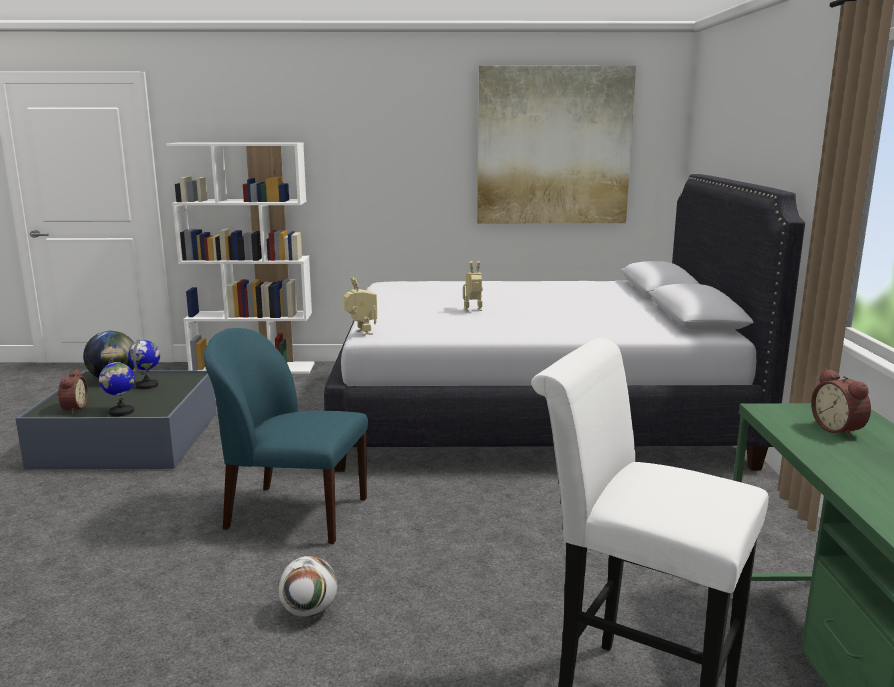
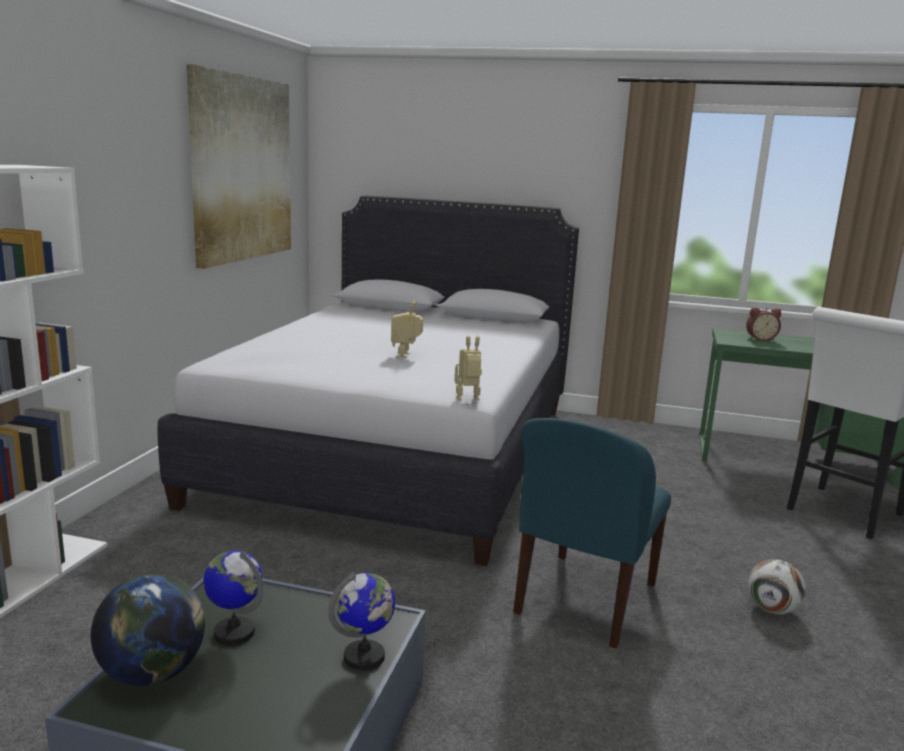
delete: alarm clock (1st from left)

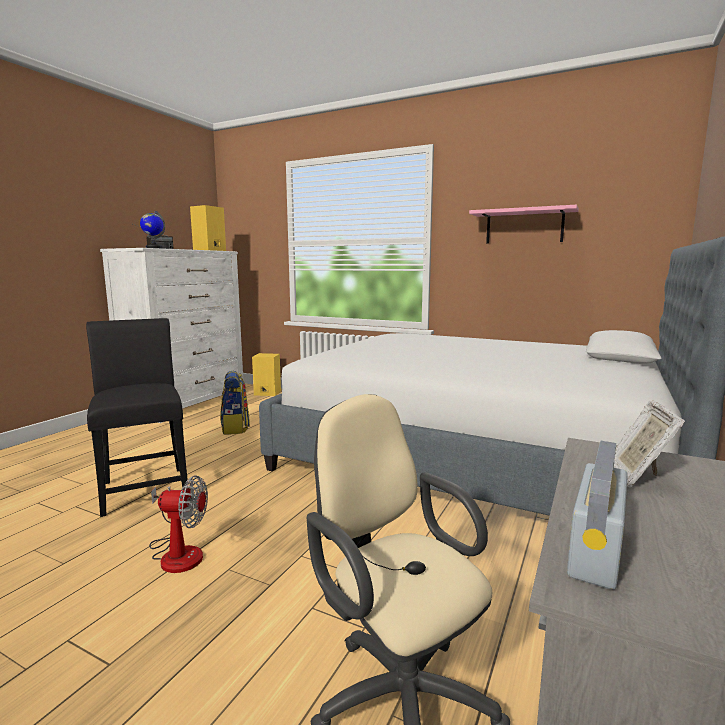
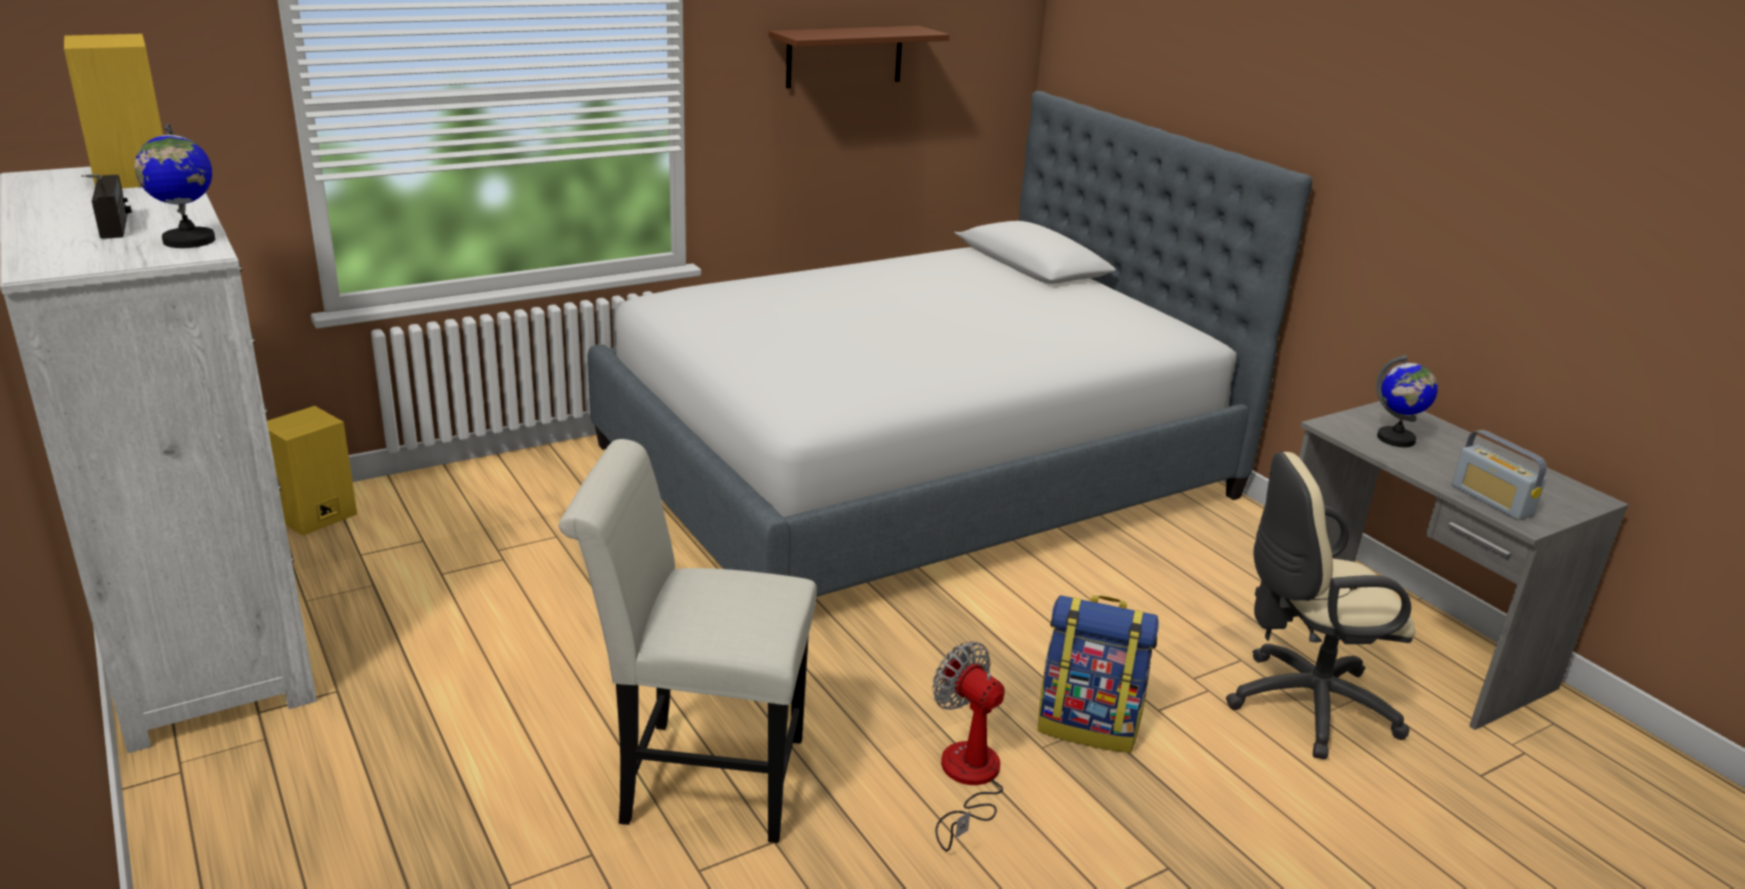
move: backpack
replace: picture frame to globe (2nd from left)
recolor: chair (black) to chair (white); shelf (pink) to shelf (brown)
rotate: fan 75 degrees counterclockwise

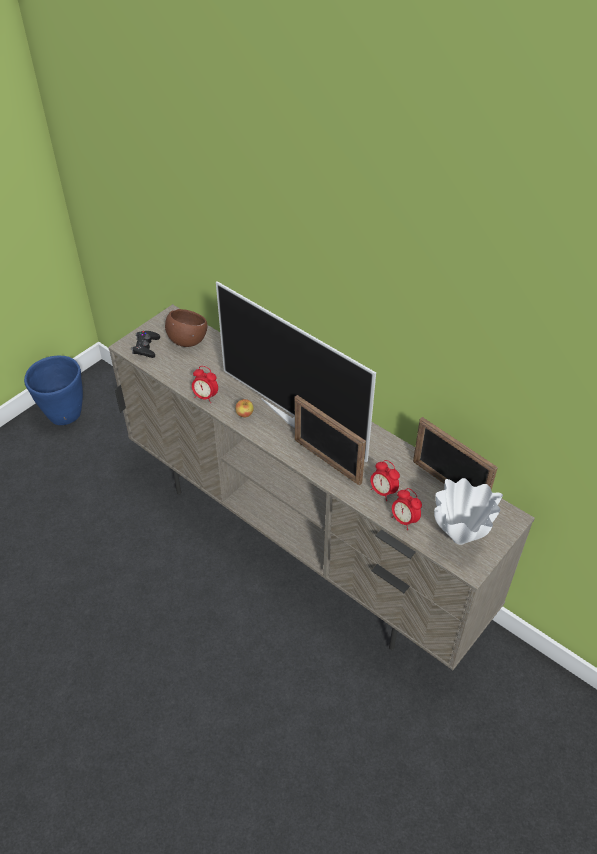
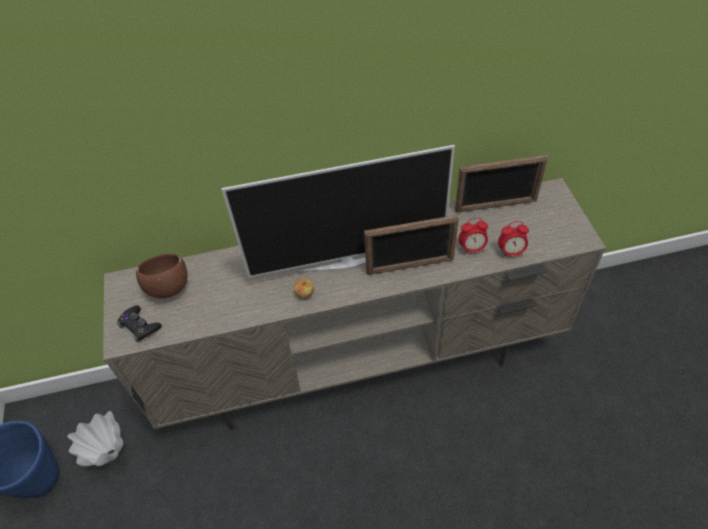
delete: alarm clock (1st from left)
move: vase (white)

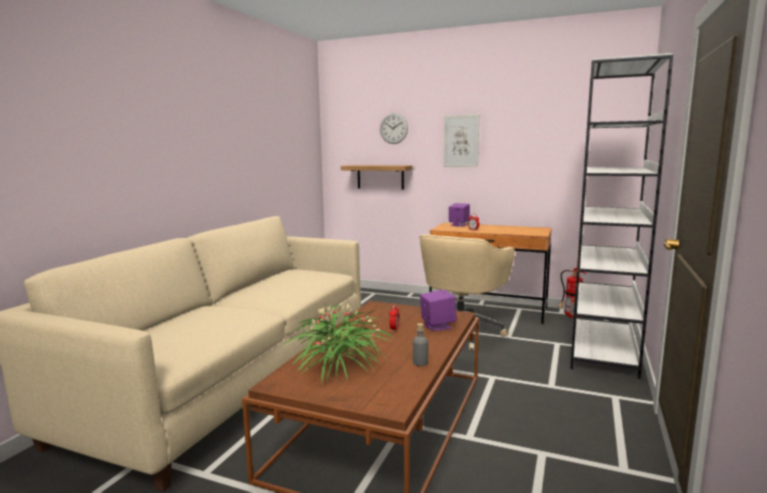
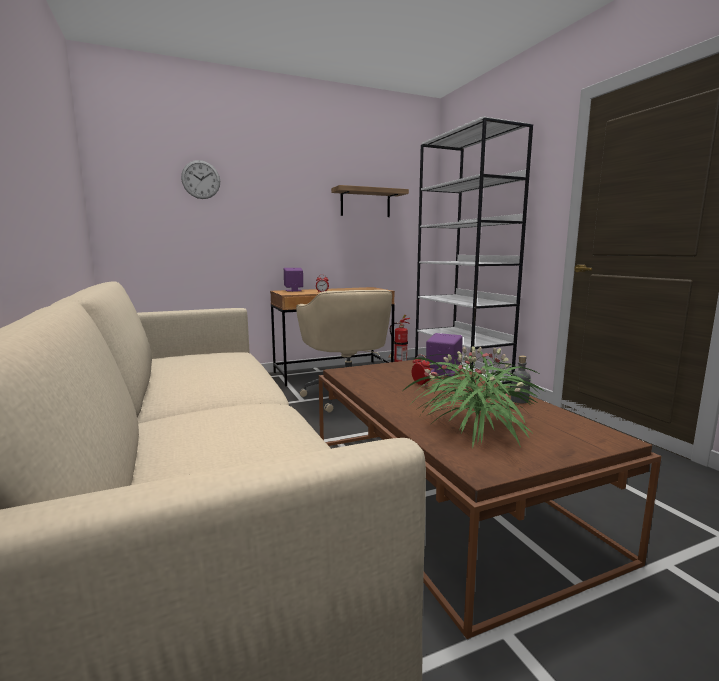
delete: picture
move: shelf

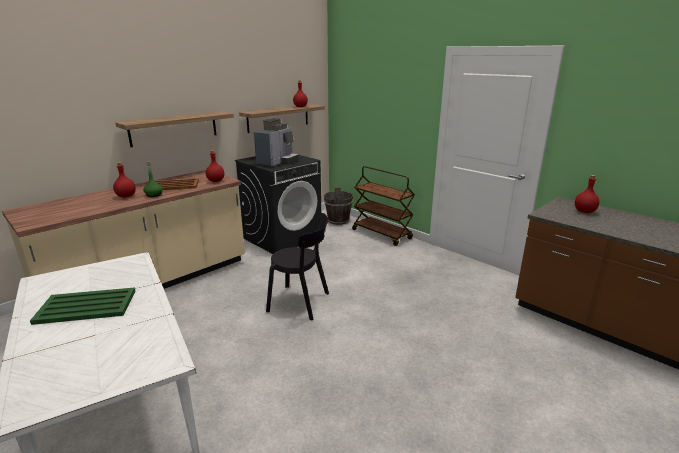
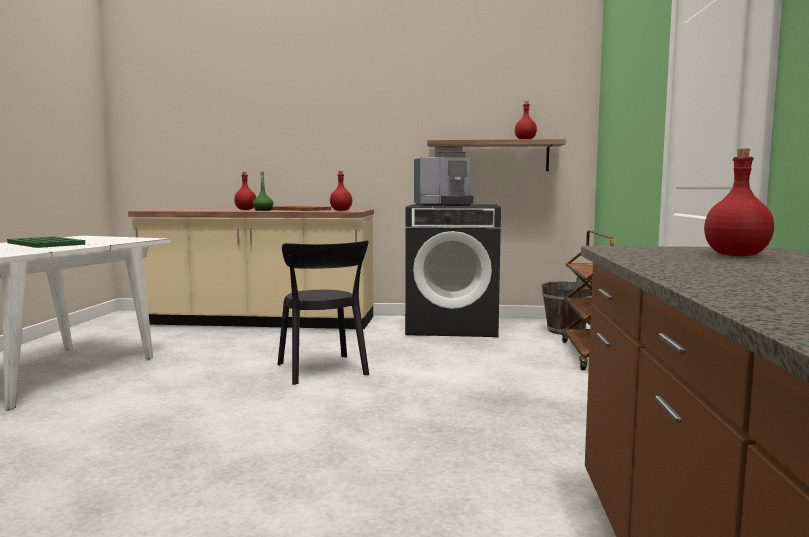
delete: shelf (1st from left)

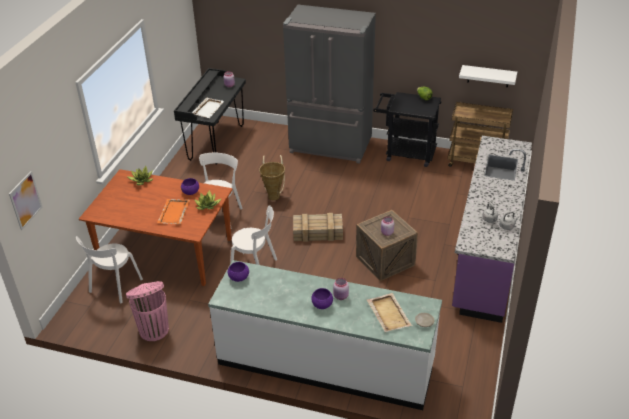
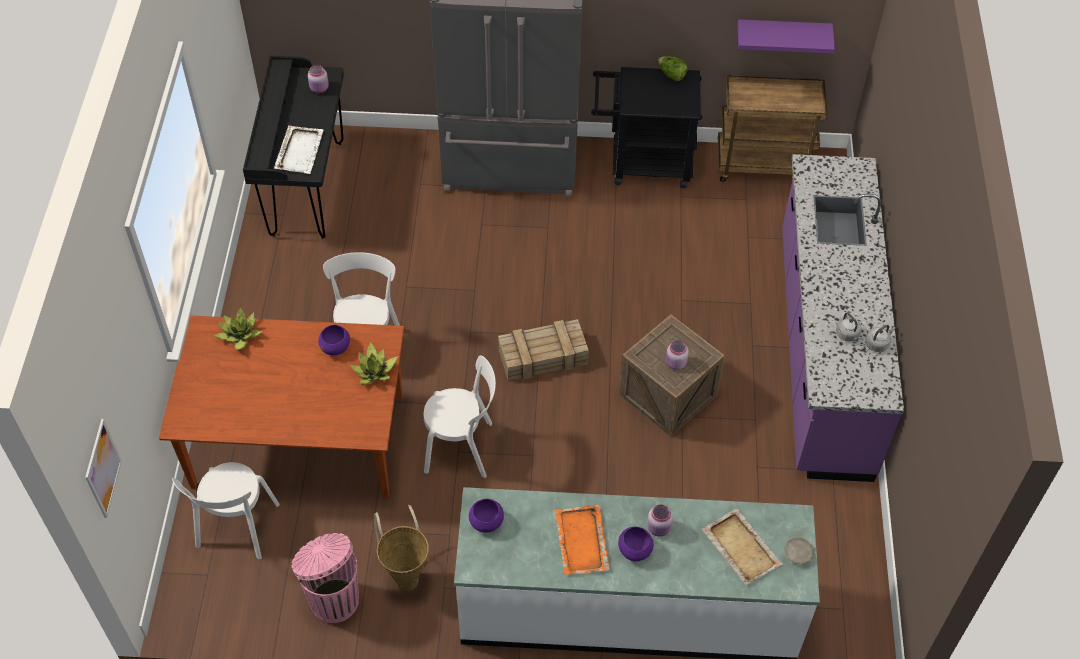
move: tray (orange); basket
recolor: shelf (white) to shelf (purple)

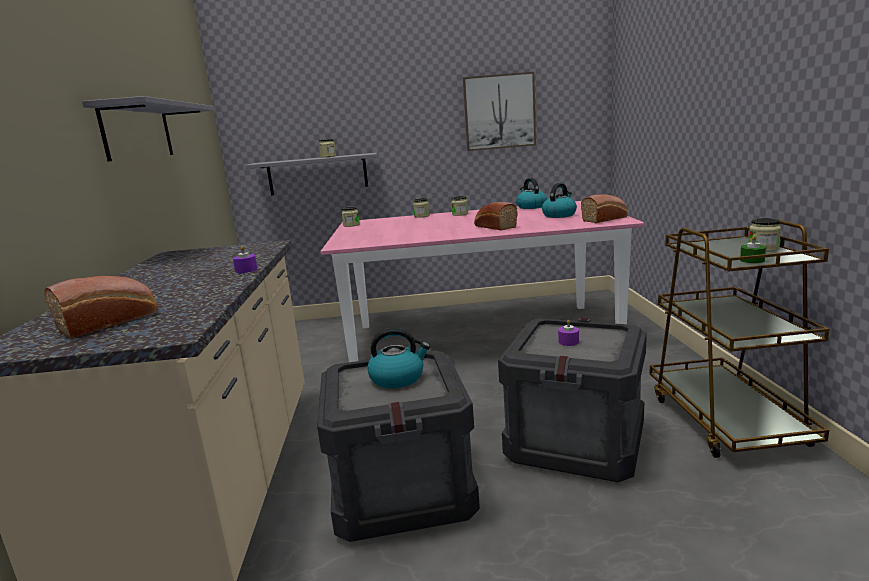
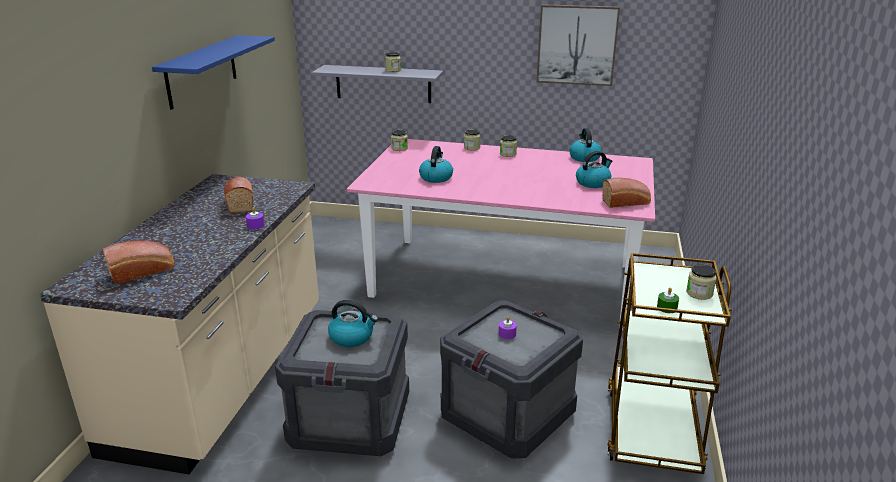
insert: kettle (2nd from left)
move: bread (2nd from left)
recolor: shelf (grey) (1st from left) to shelf (blue)

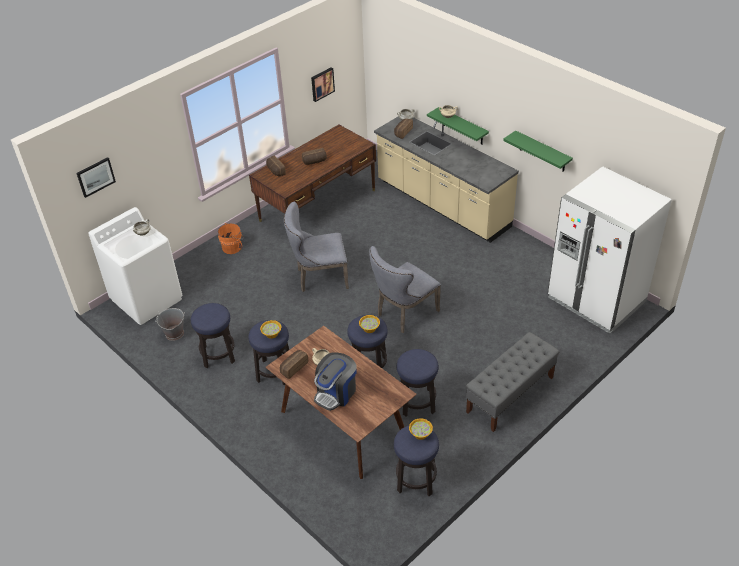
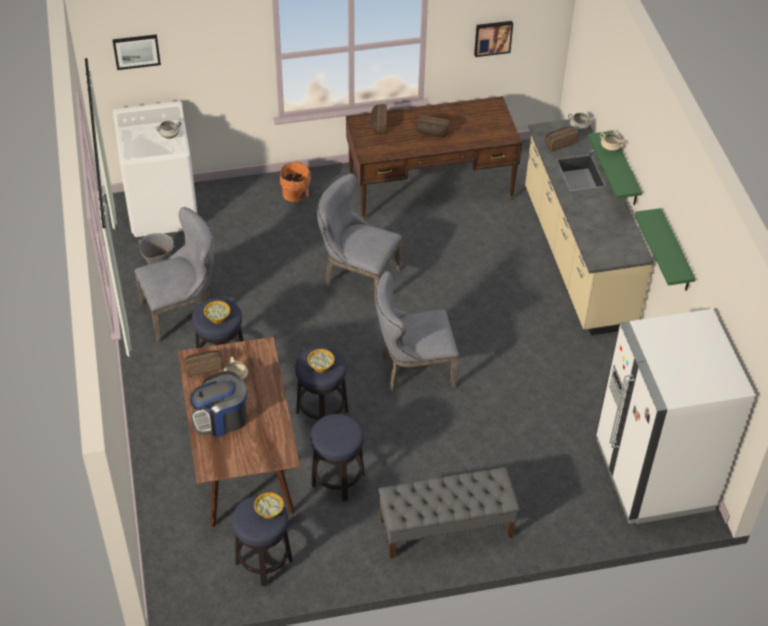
replace: stool (1st from left) to chair (grey) (1st from left)

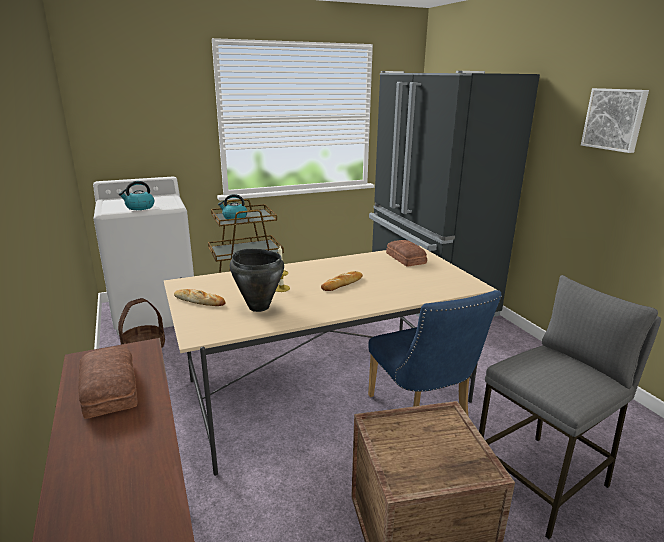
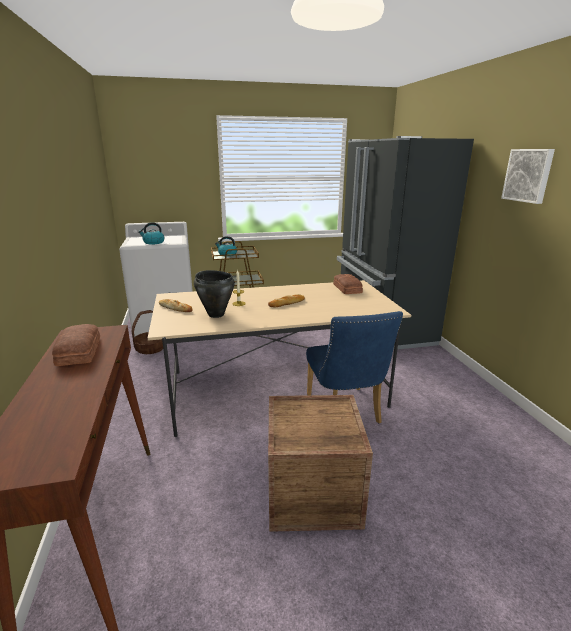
delete: stool (grey)

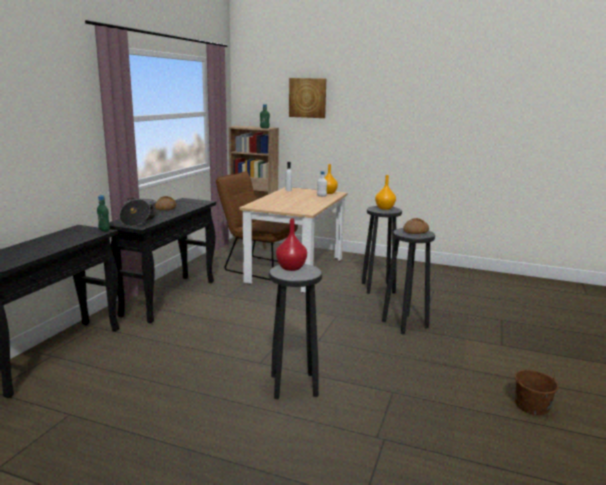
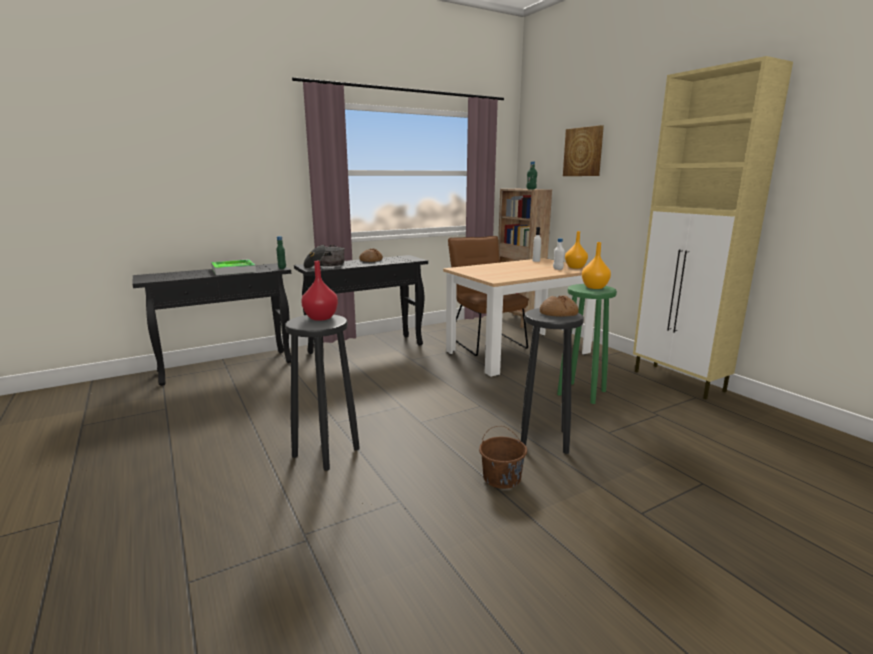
insert: tray; cabinet (beige)
move: bucket (brown)
recolor: stool (black) (2nd from left) to stool (green)

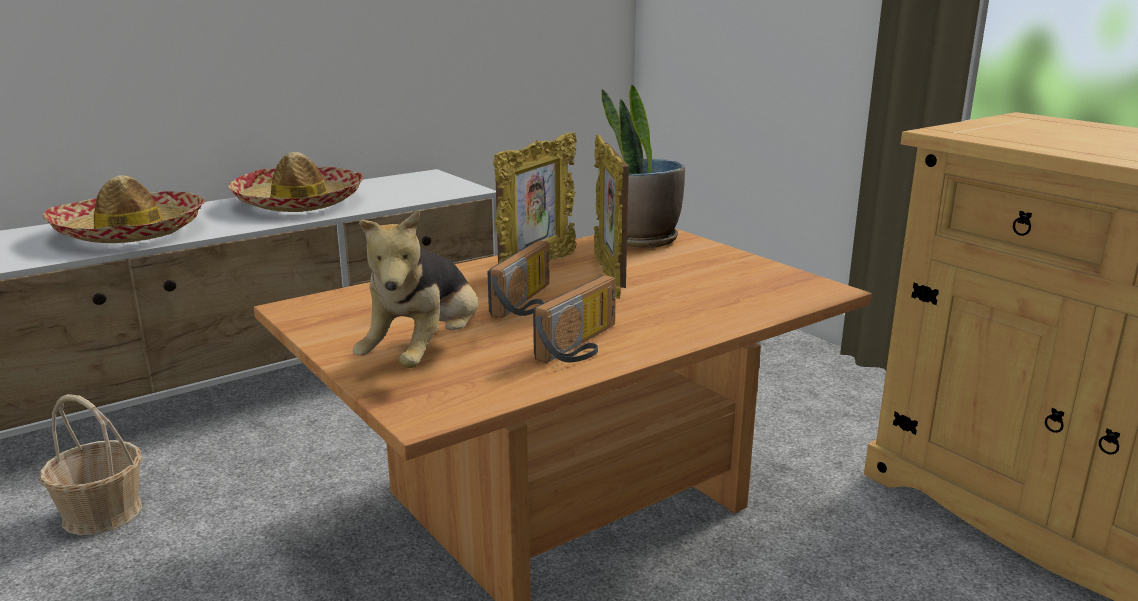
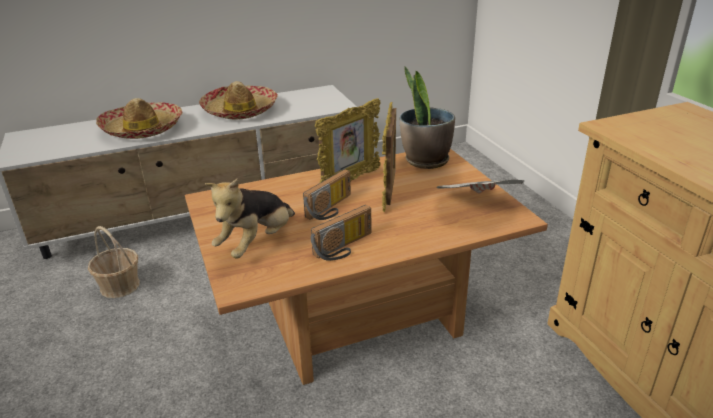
insert: newspaper

